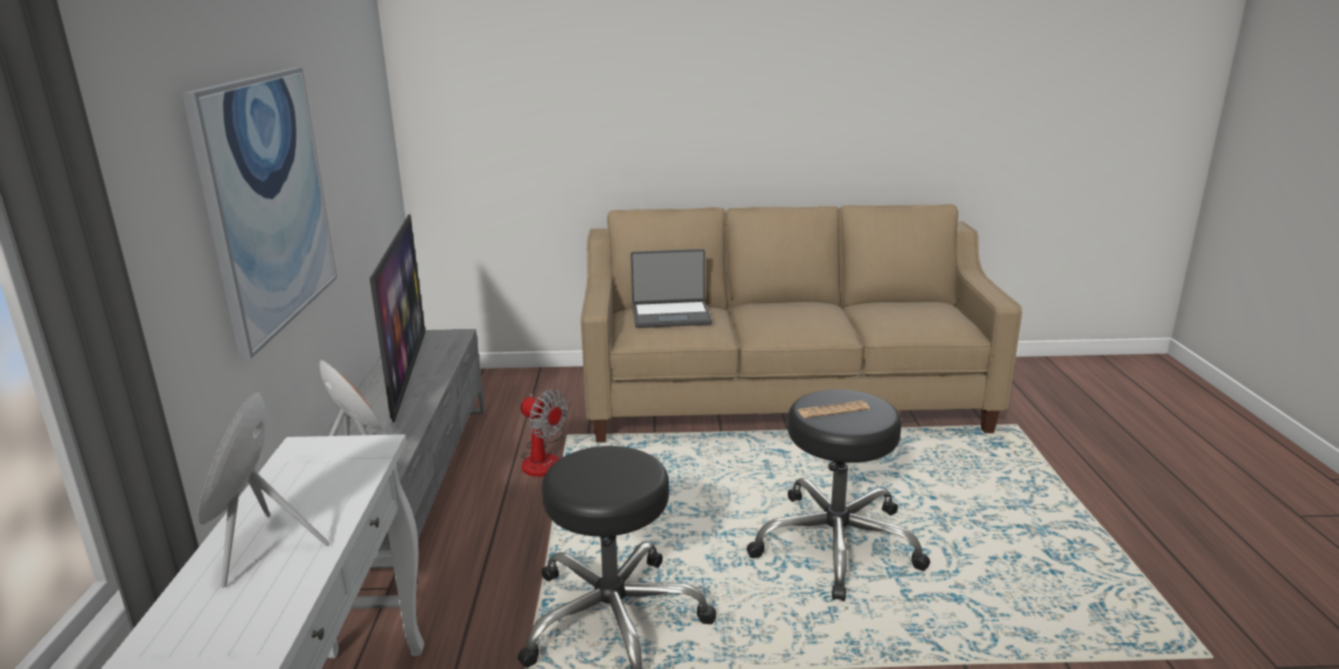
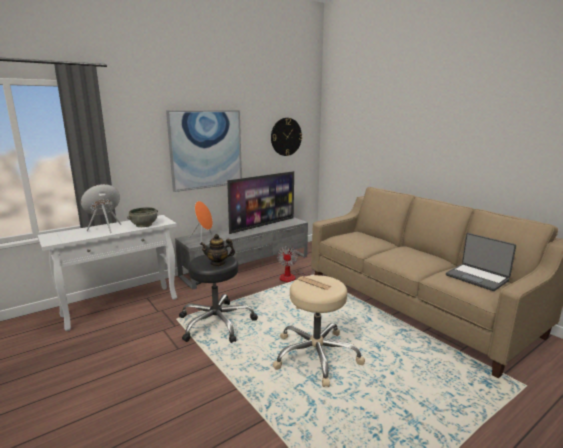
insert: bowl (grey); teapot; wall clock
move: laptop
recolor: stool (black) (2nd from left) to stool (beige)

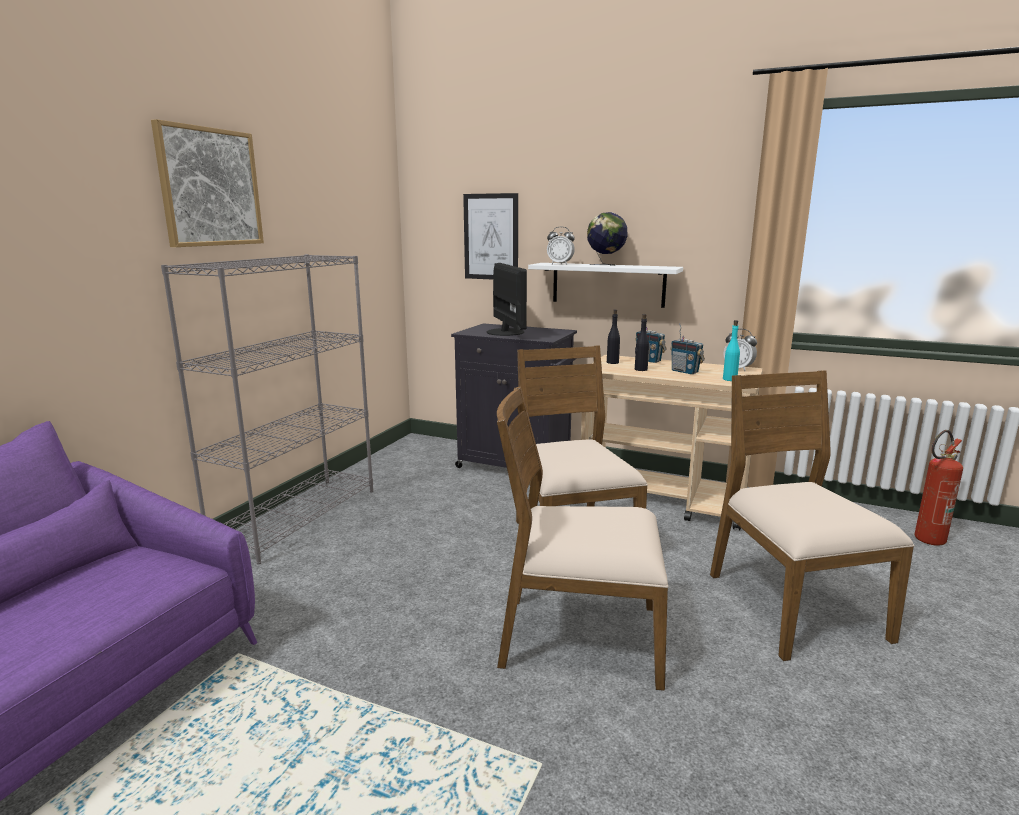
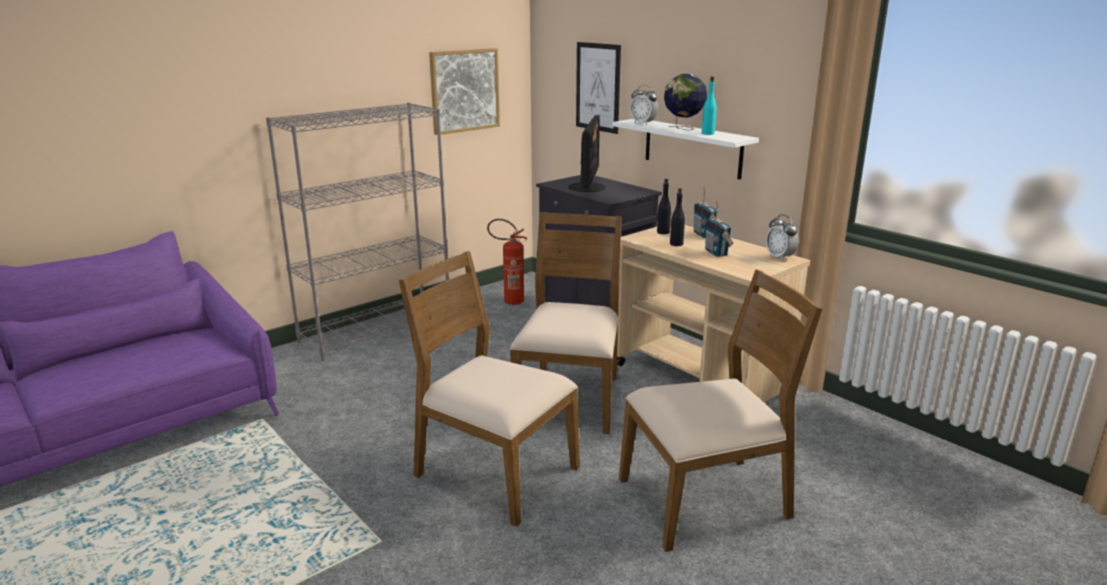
move: picture (1st from left); bottle (turquoise); fire extinguisher
rotate: chair (brown) (3rd from left) 60 degrees clockwise

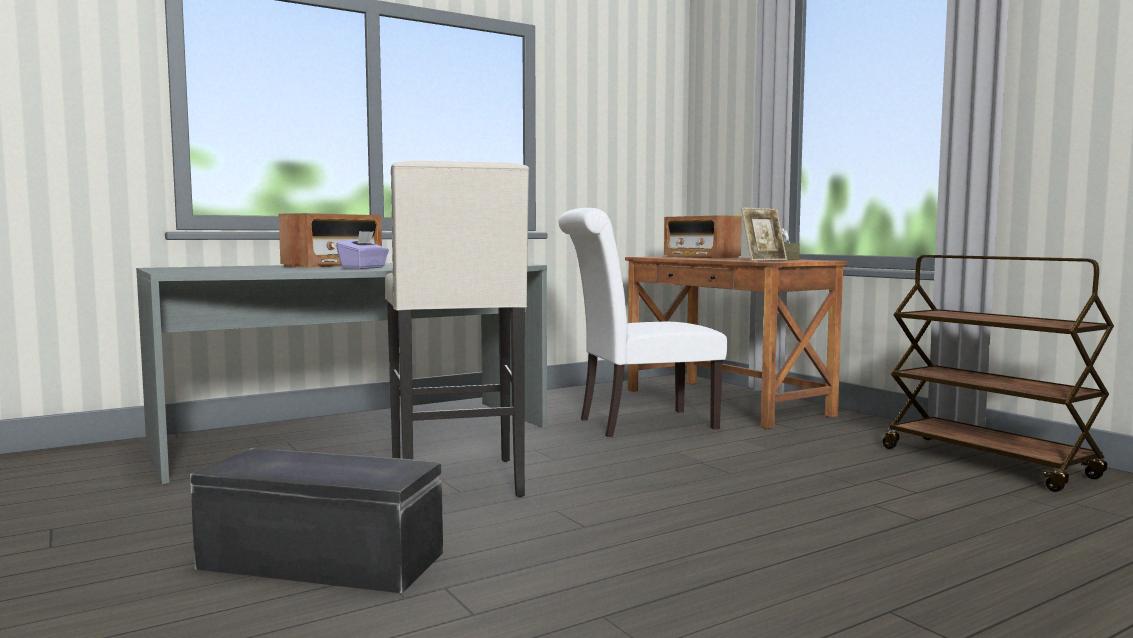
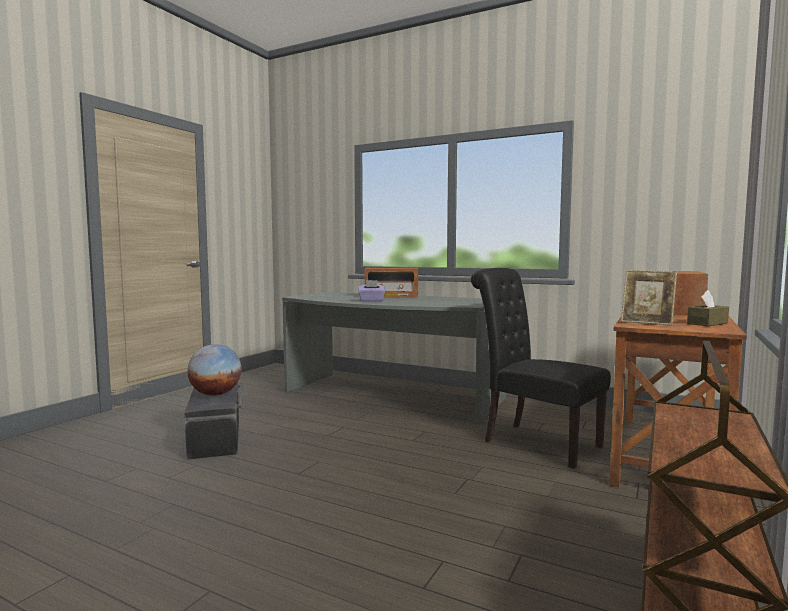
delete: stool (beige)
insert: globe
recolor: chair (white) to chair (black)

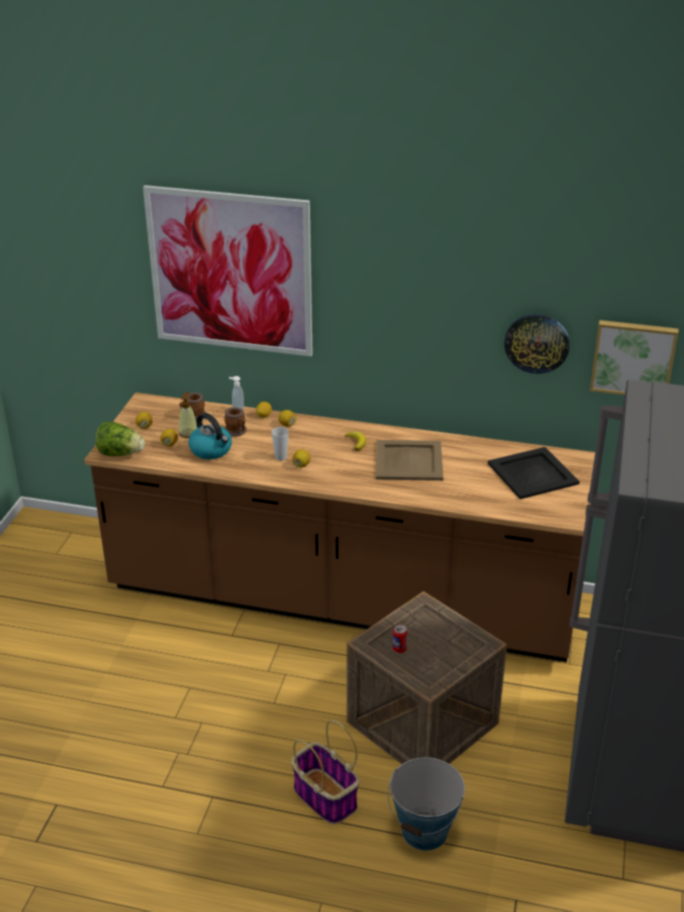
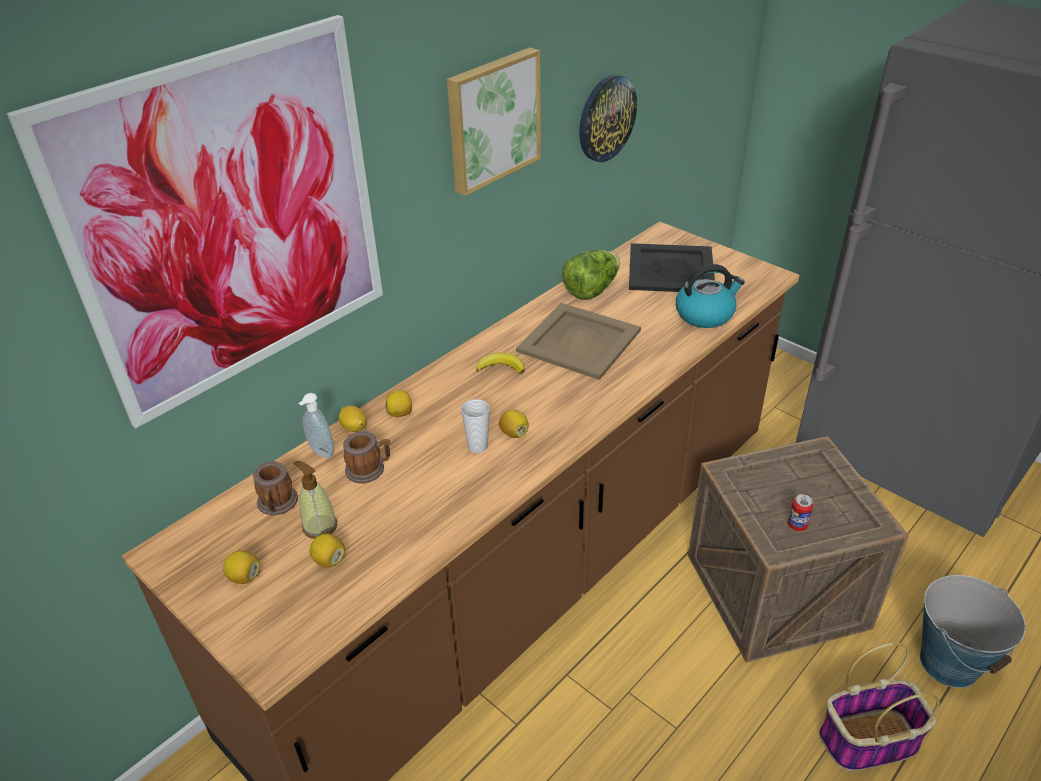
move: lettuce; kettle; picture (2nd from left)

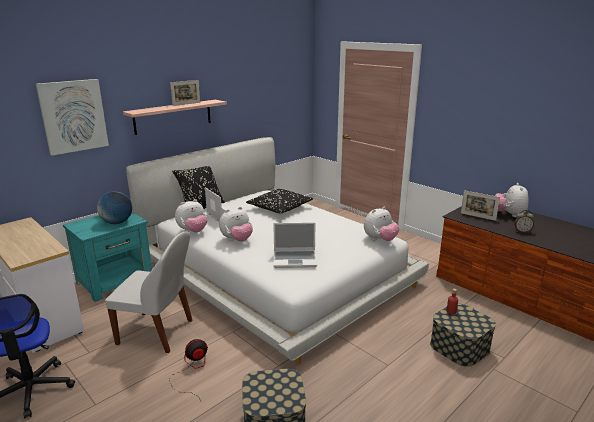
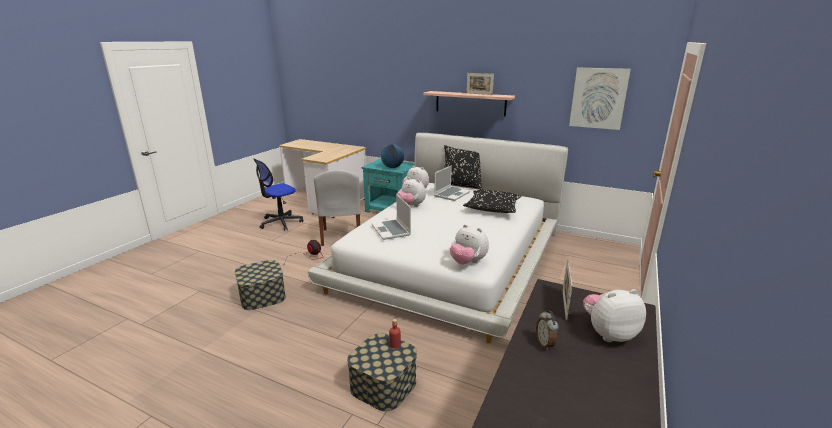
move: picture

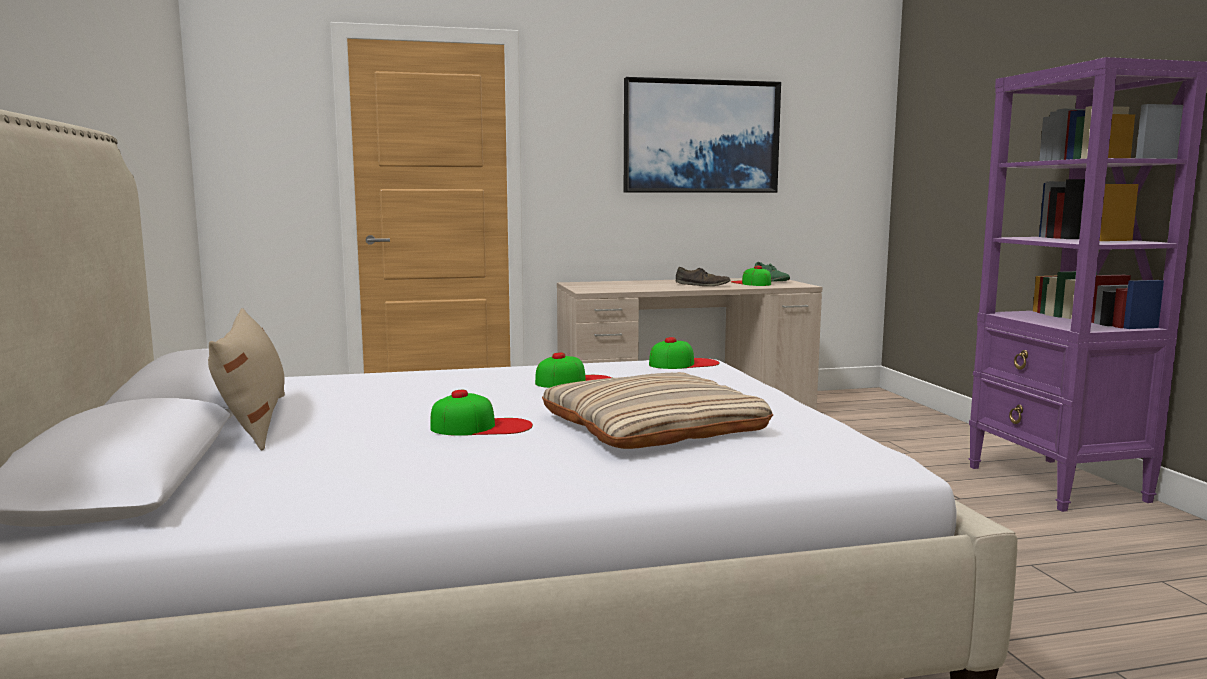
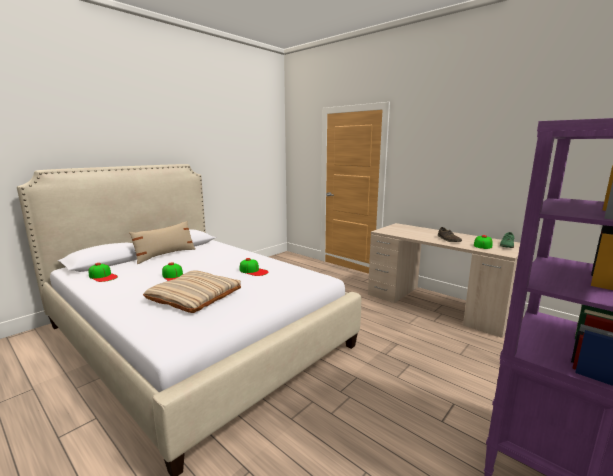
delete: picture
move: cap (3rd from left in the first image) to cap (1st from left)

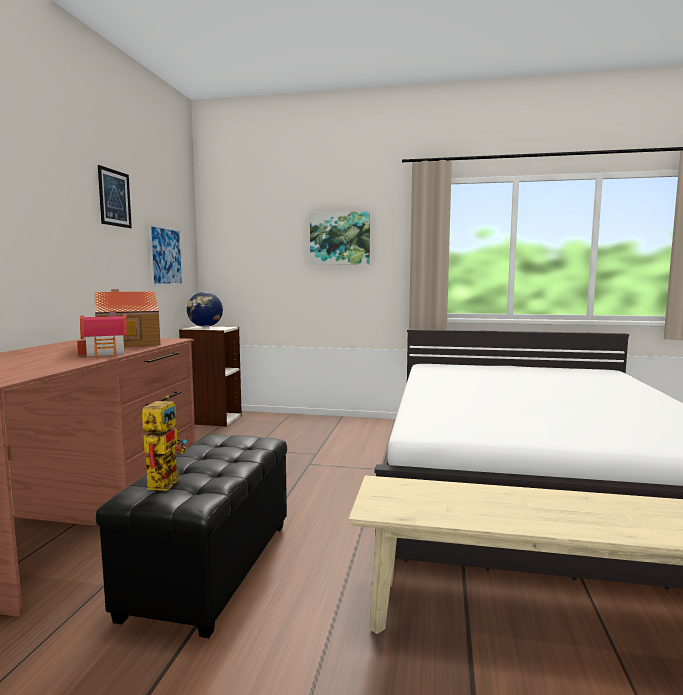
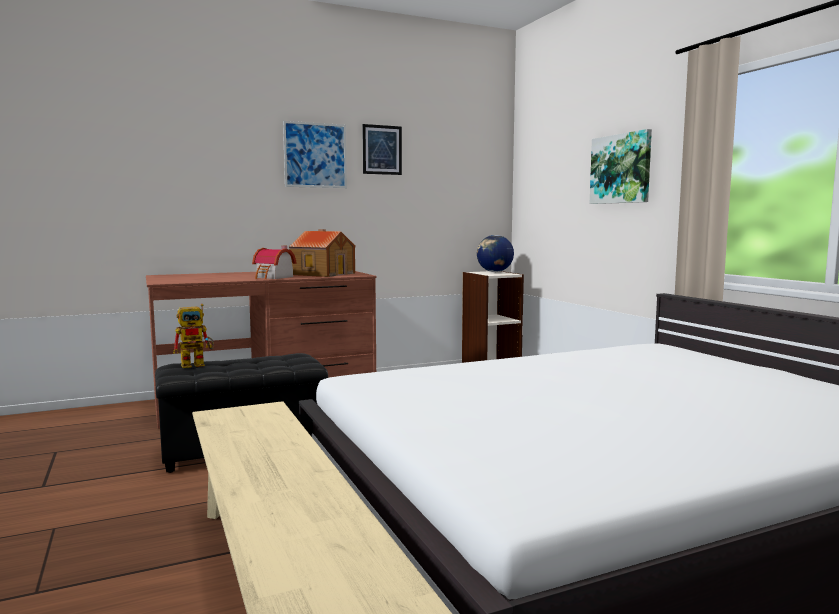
move: picture (2nd from left in the first image) to picture (1st from left)

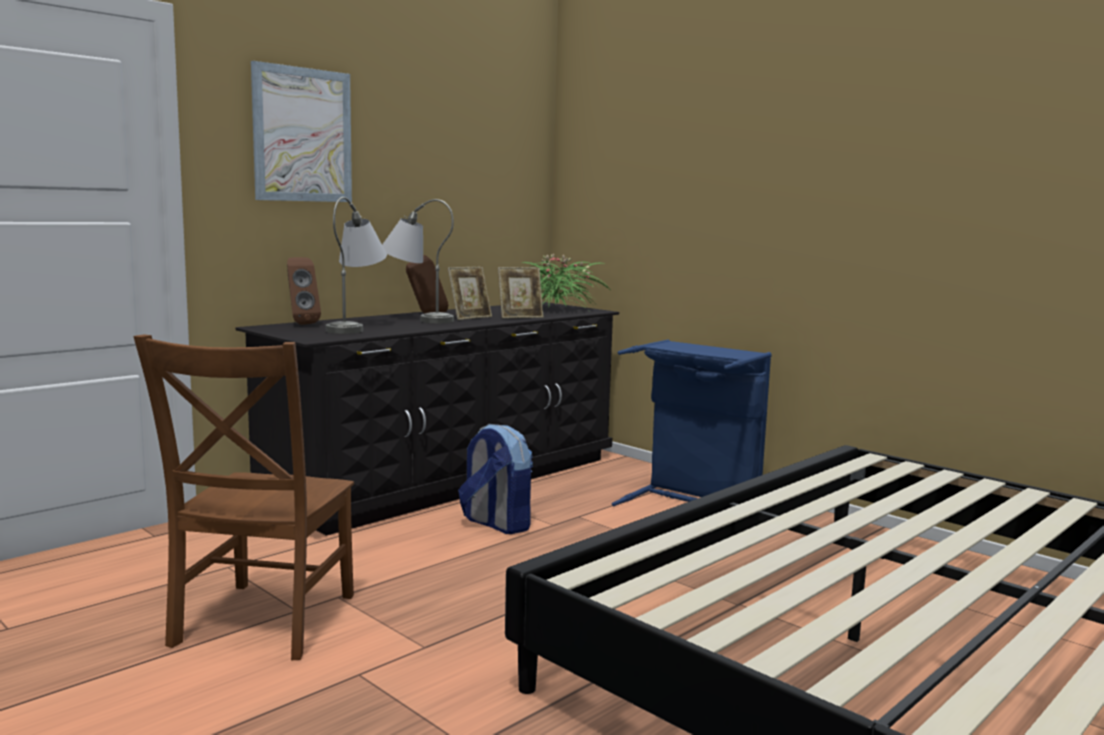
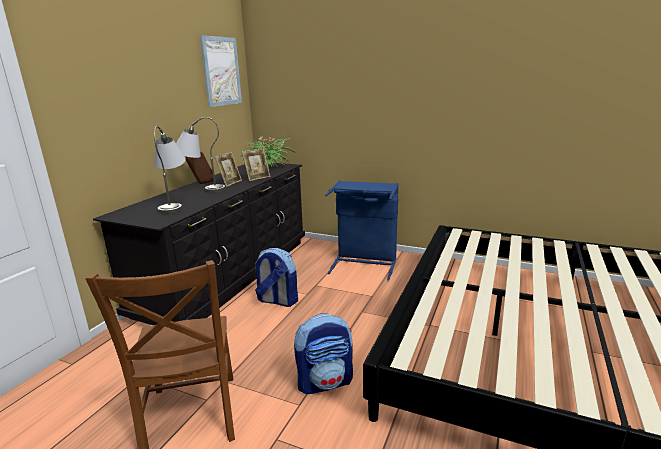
delete: speaker (brown) (1st from left)
insert: backpack (2nd from left)
move: picture

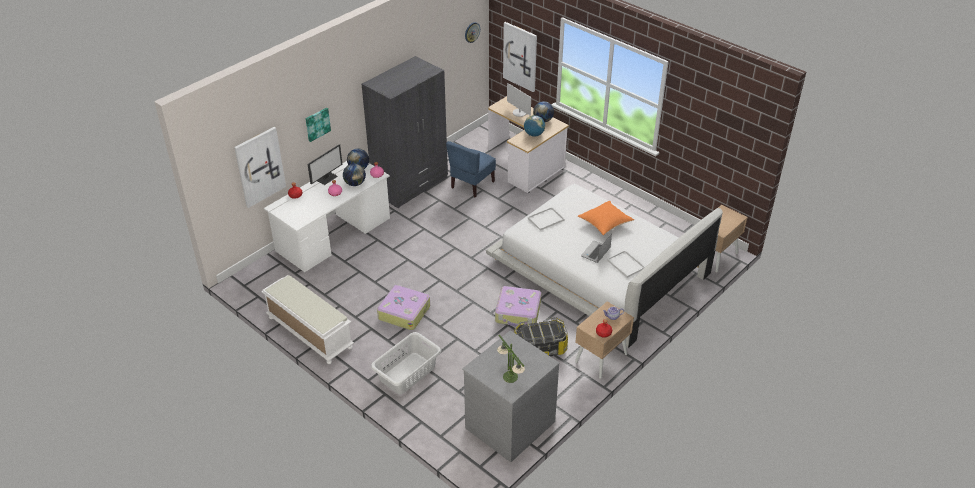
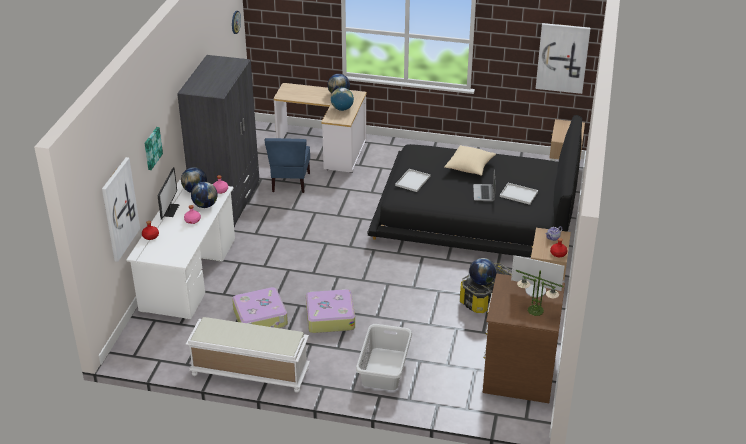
insert: globe (5th from left)
move: suitcase (2nd from left in the first image) to suitcase (1st from left); picture (3rd from left); monitor (2nd from left)
recolor: dresser (grey) to dresser (brown); bed (white) to bed (black); pillow (orange) to pillow (beige)

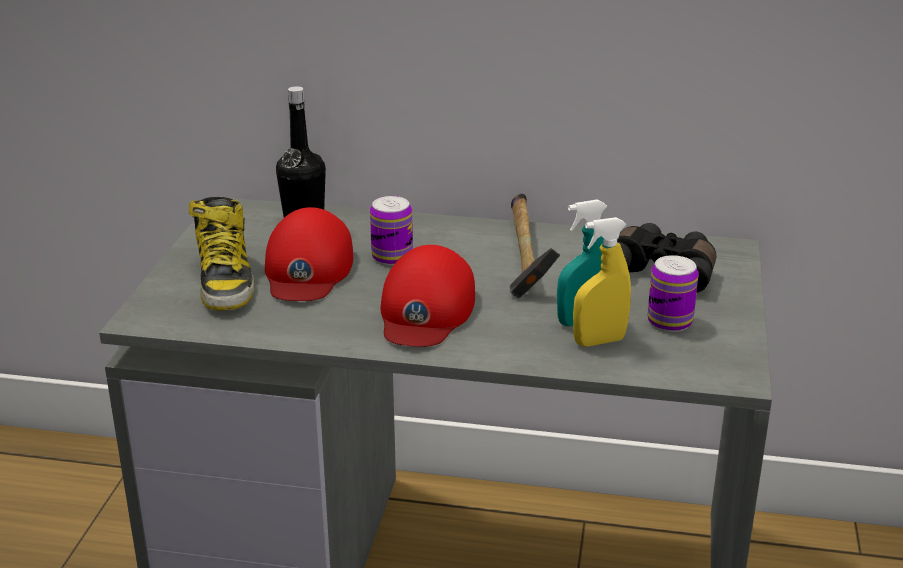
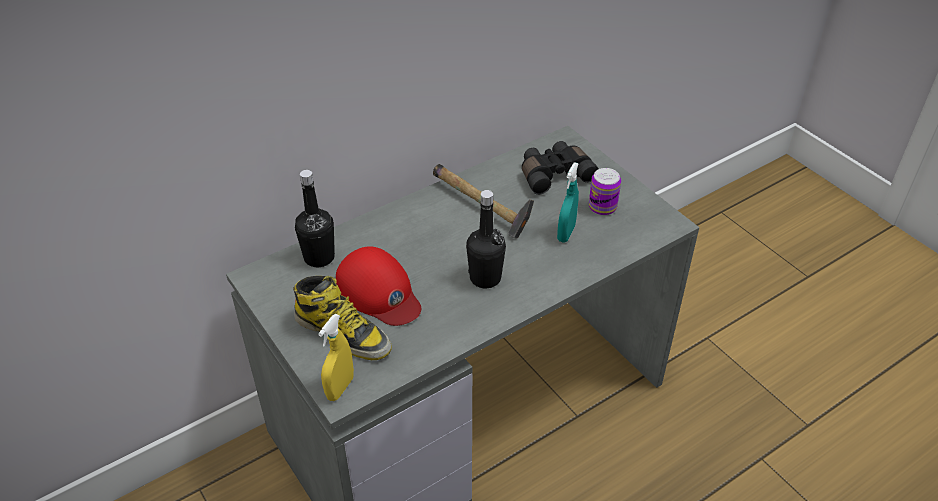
delete: can (1st from left)
move: spray bottle (yellow)
replace: cap (red) (2nd from left) to bottle (black) (2nd from left)

